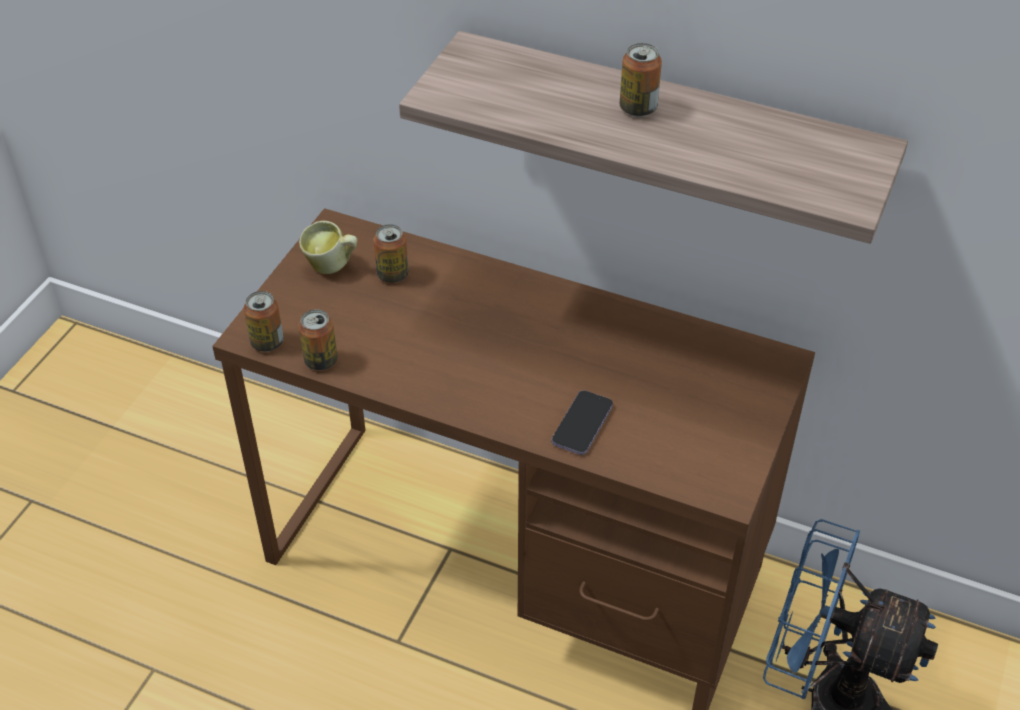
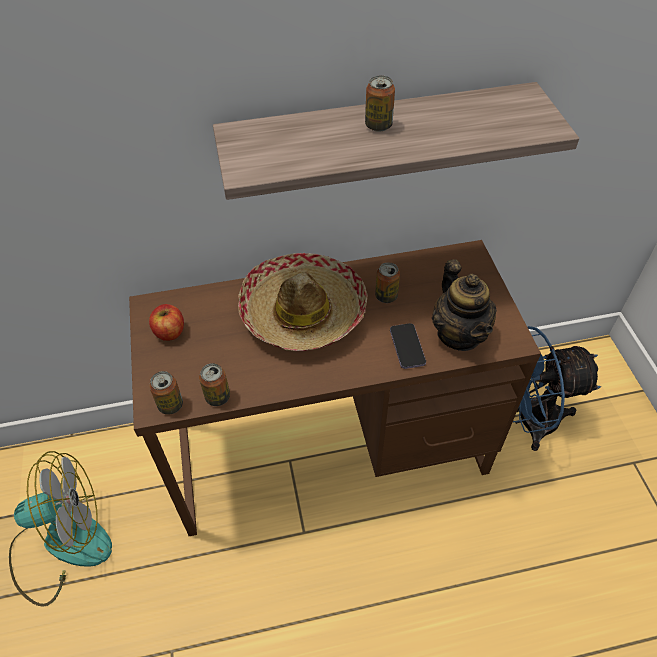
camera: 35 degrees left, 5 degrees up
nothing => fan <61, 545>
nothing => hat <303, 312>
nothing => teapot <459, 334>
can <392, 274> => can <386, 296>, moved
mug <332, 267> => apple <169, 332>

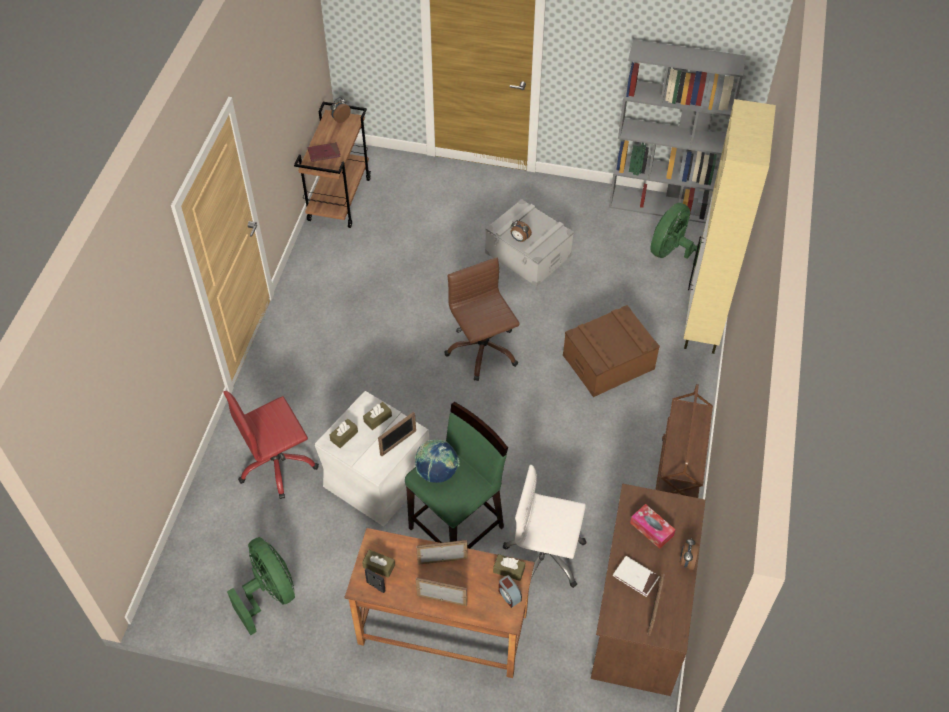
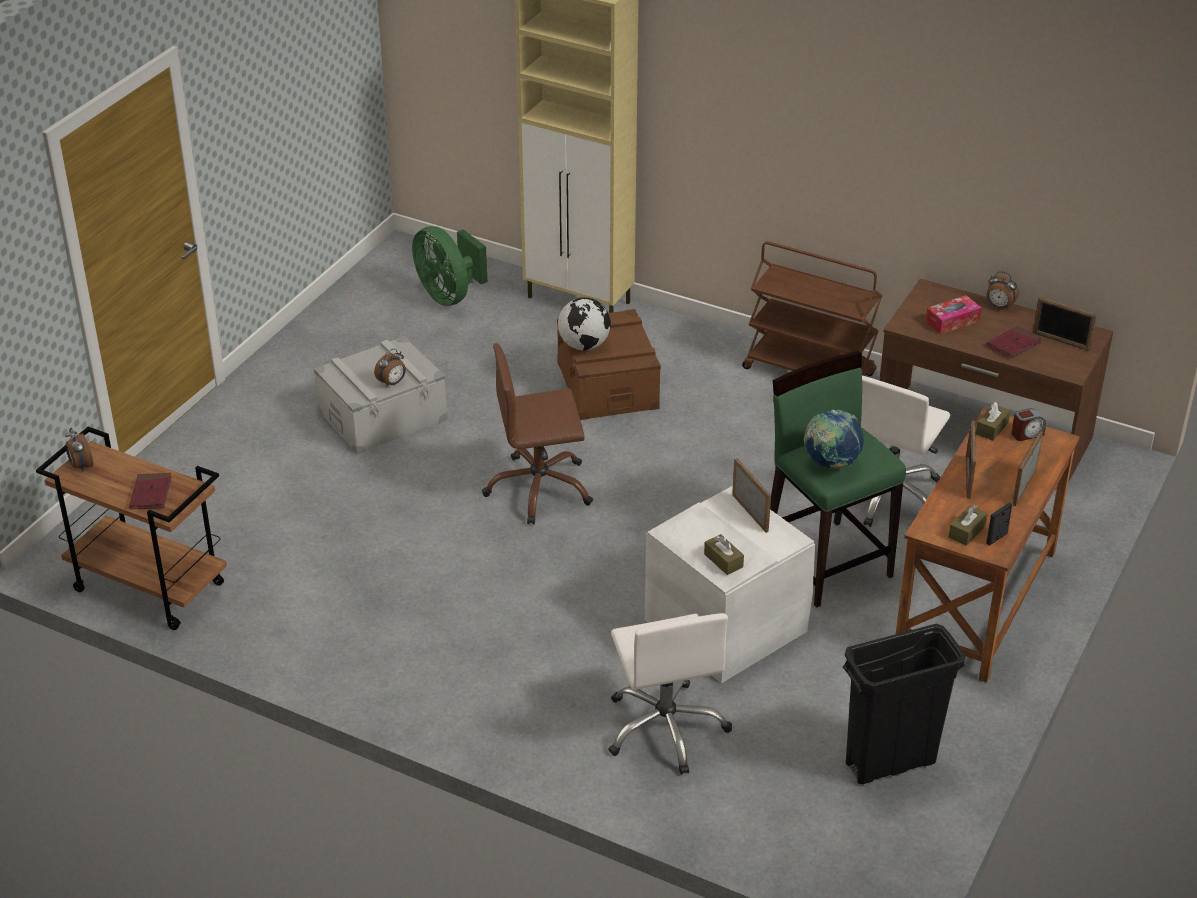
camera: 75 degrees left, 15 degrees down
tissue box (brown) <377, 419> => nothing
bookcase (grey) <660, 205> => nothing
nothing => globe <584, 345>
fan (green) <269, 593> => trash can (black) <890, 763>
office chair (red) <277, 464> => office chair (white) <666, 728>
book (white) <635, 577> => book (red) <1013, 344>

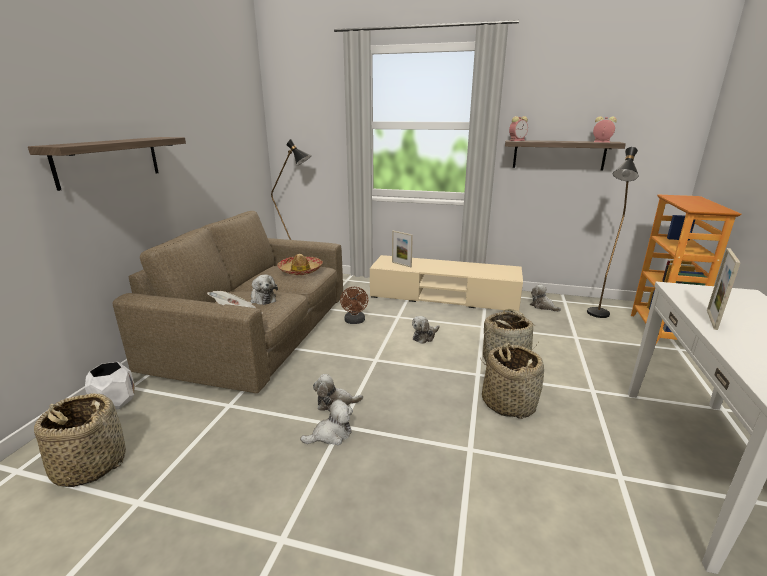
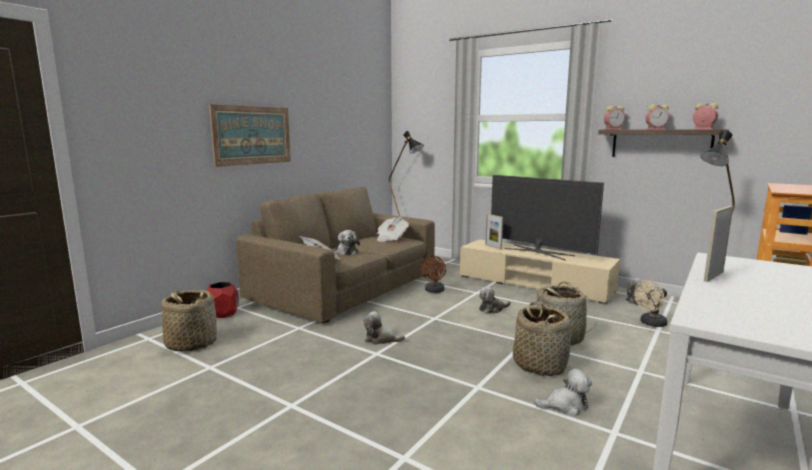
camera: 20 degrees right, 10 degrees down
nothing => television <538, 252>
nothing => fan (beige) <650, 323>
nothing => alarm clock <656, 129>
plush toy <331, 435> => plush toy <565, 405>, moved
shelf <109, 161> => picture <252, 135>
hat <300, 270> => newspaper <391, 238>
planter (white) <115, 402> => planter (red) <223, 314>

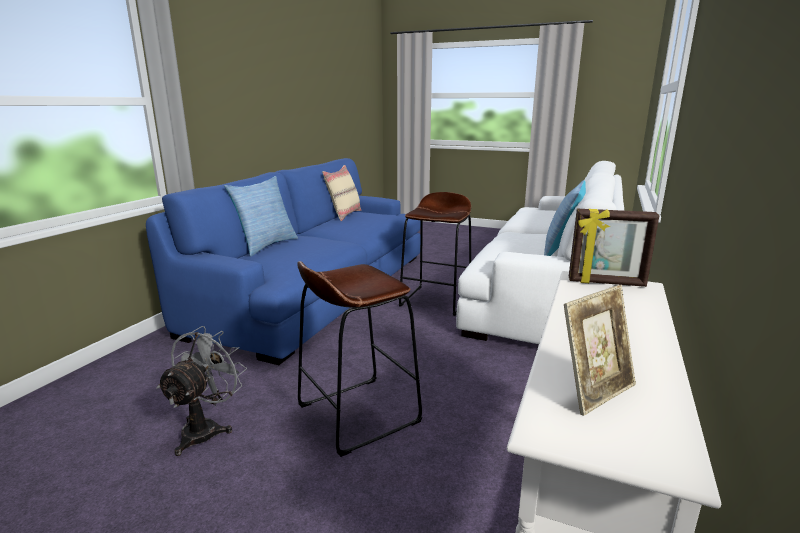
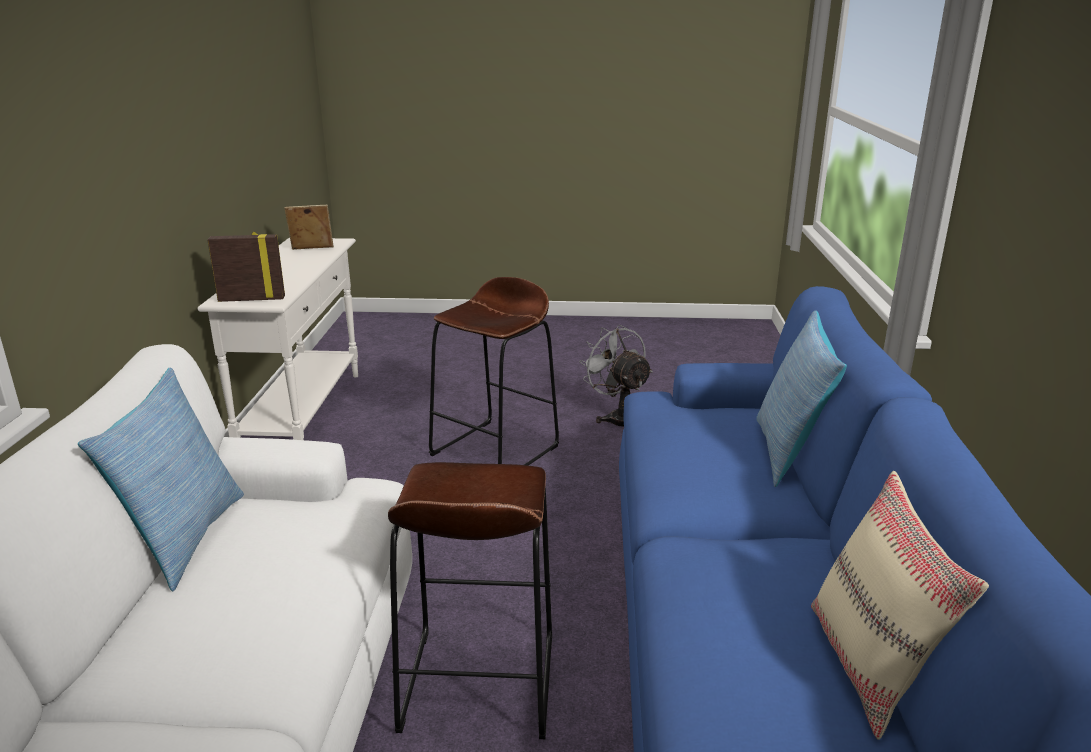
camera: 160 degrees right, 5 degrees up
fan (grey) <206, 429> => fan (grey) <618, 418>, 150 degrees clockwise
picture frame <595, 391> => picture frame <312, 250>, 45 degrees clockwise

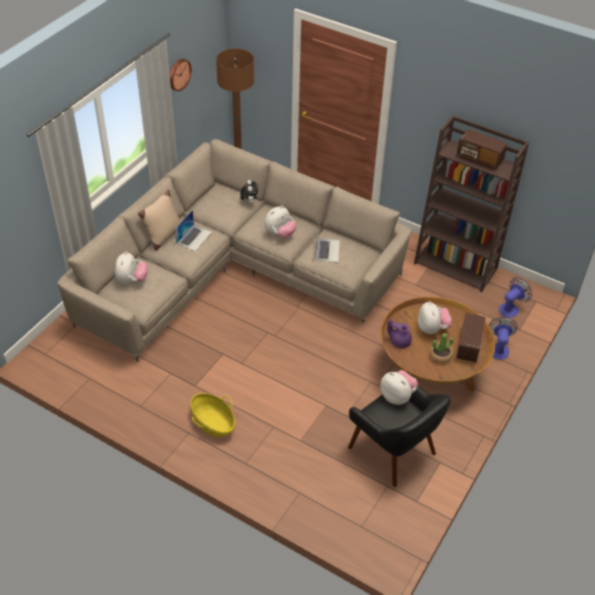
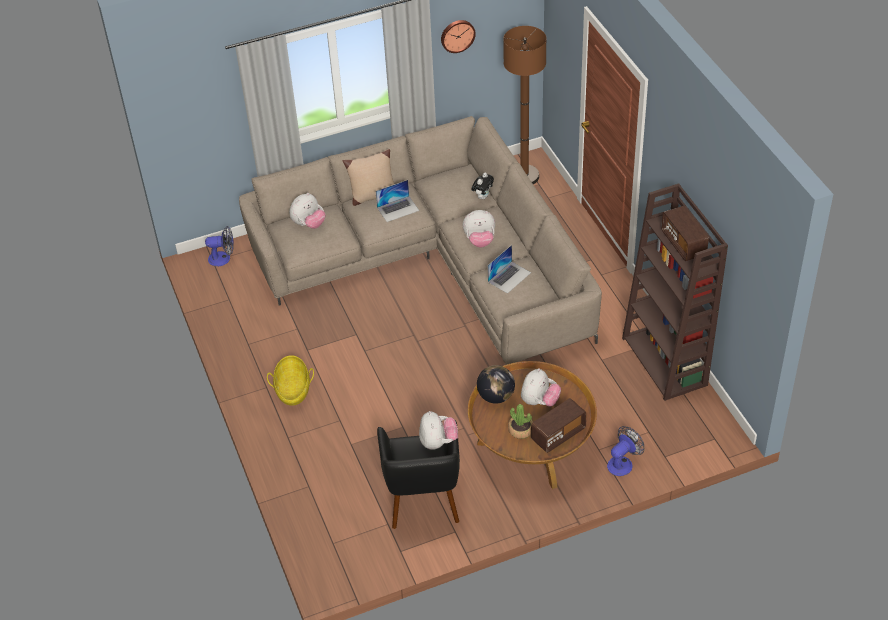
camera: 40 degrees right, 0 degrees up
fan <511, 308> => fan <223, 258>, moved
teapot (purple) <399, 341> => globe <496, 396>

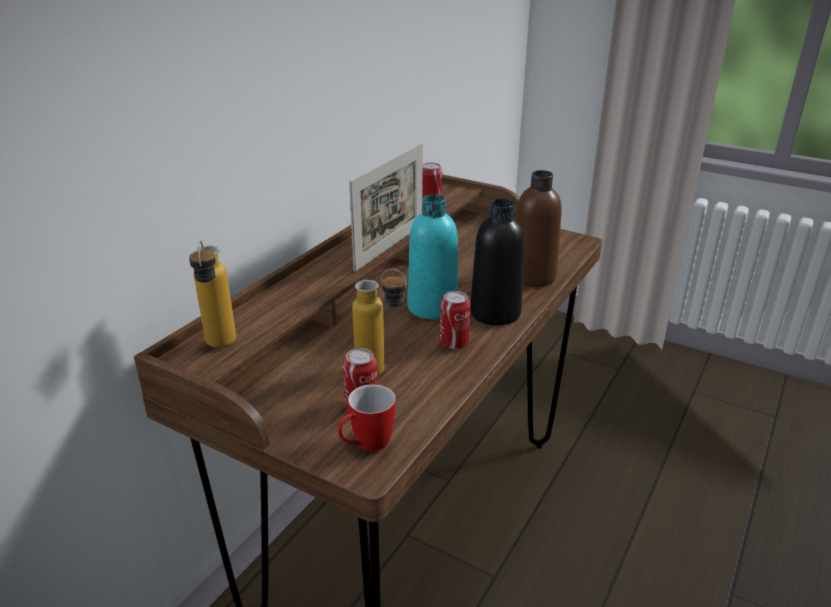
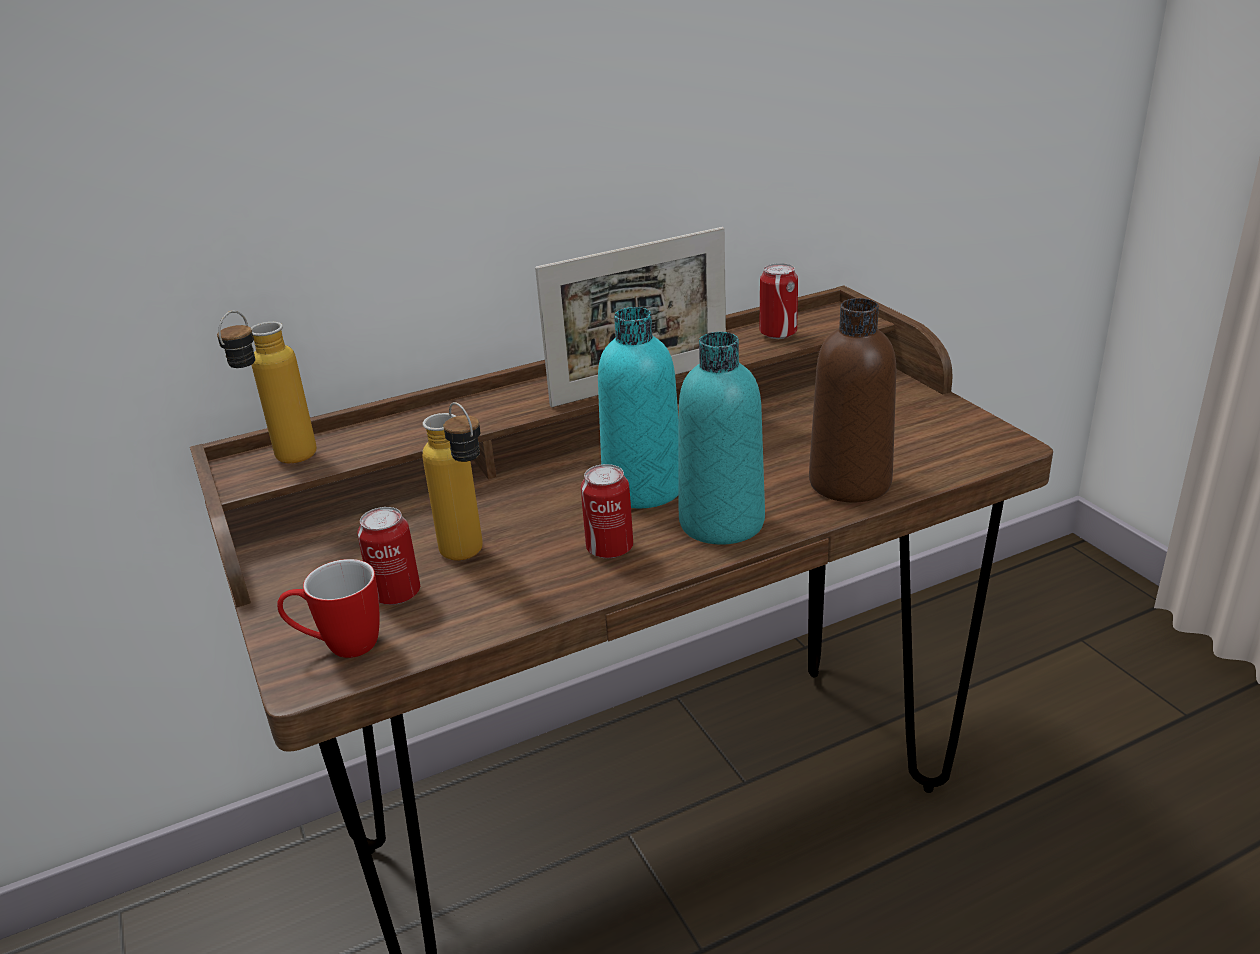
camera: 35 degrees right, 0 degrees up
bottle (black) <495, 313> => bottle (turquoise) <721, 522>

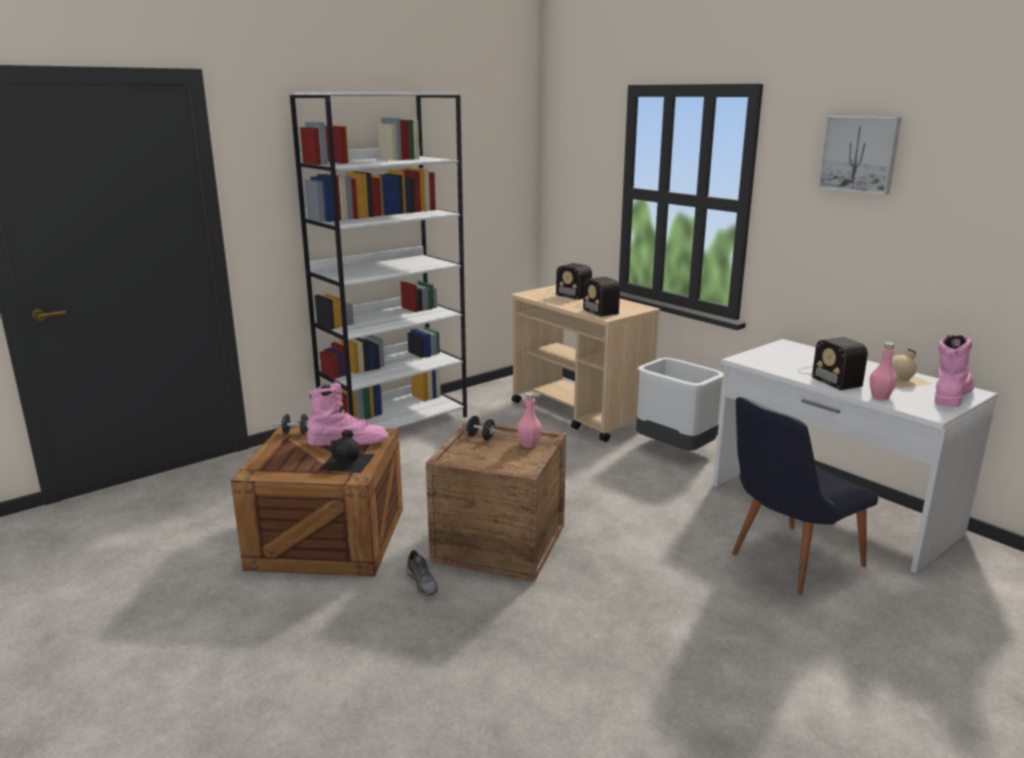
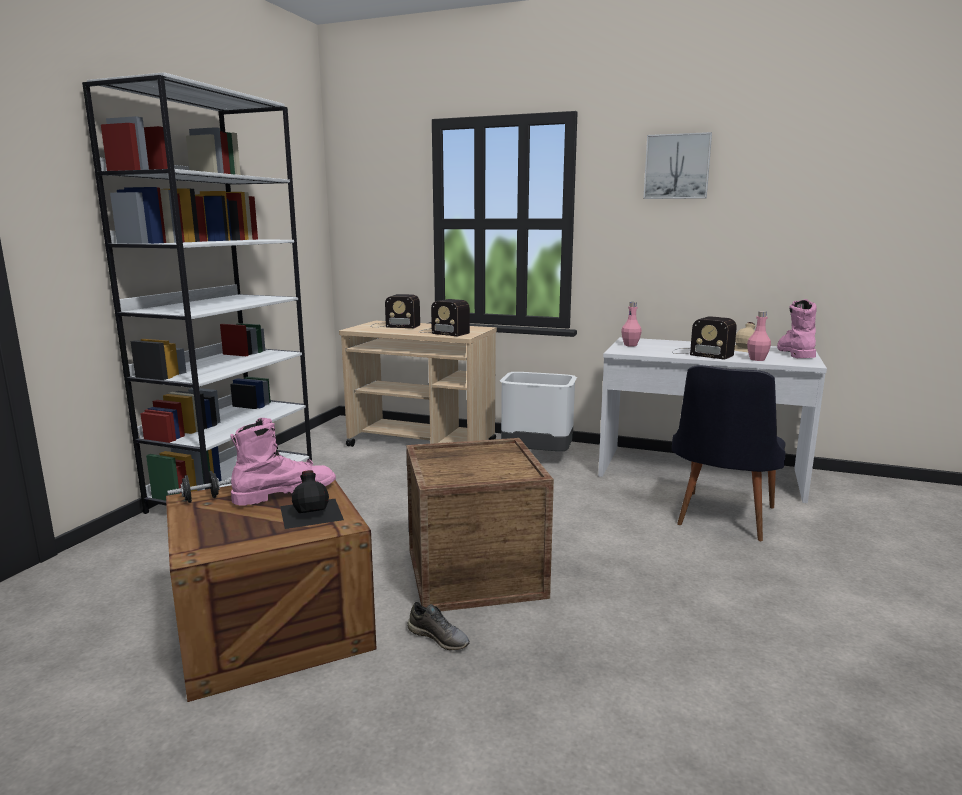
camera: 30 degrees left, 5 degrees down
dumbbell (black) <480, 437> => nothing
bottle (pink) <529, 444> => bottle (pink) <630, 345>, moved

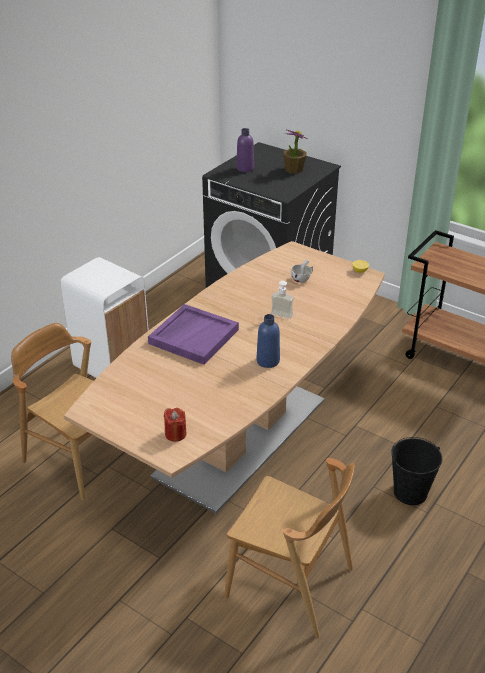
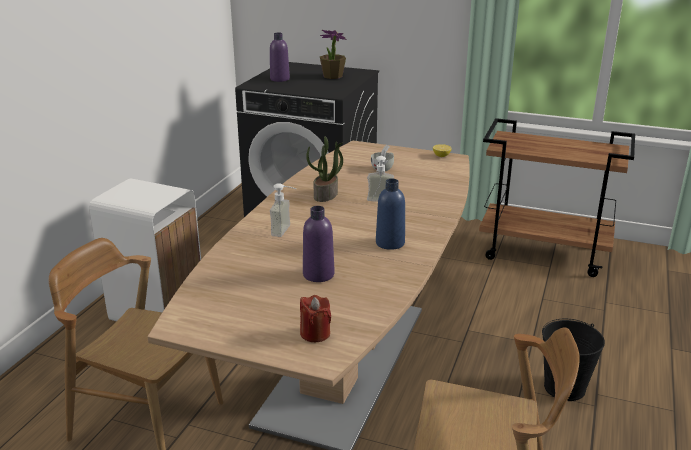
camera: 15 degrees left, 10 degrees down
nothing => bottle (purple) <318, 274>
nothing => potted plant <326, 195>
tray (purple) <193, 336> => soap dispenser <286, 231>

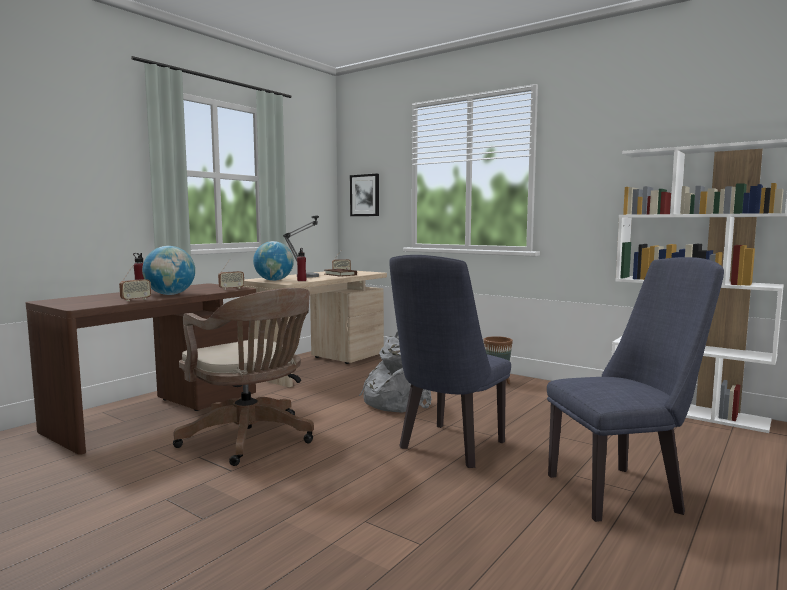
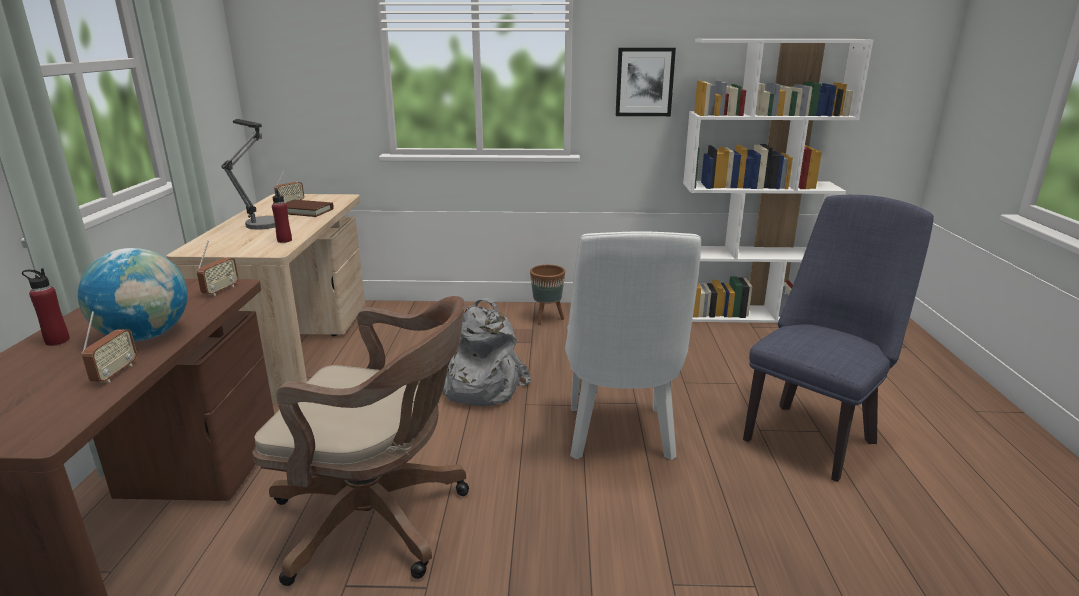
camera: 35 degrees left, 15 degrees up
globe <274, 280> => nothing
picture <365, 195> => picture <644, 82>, moved
chair (blue) <448, 448> => chair (white) <620, 439>

